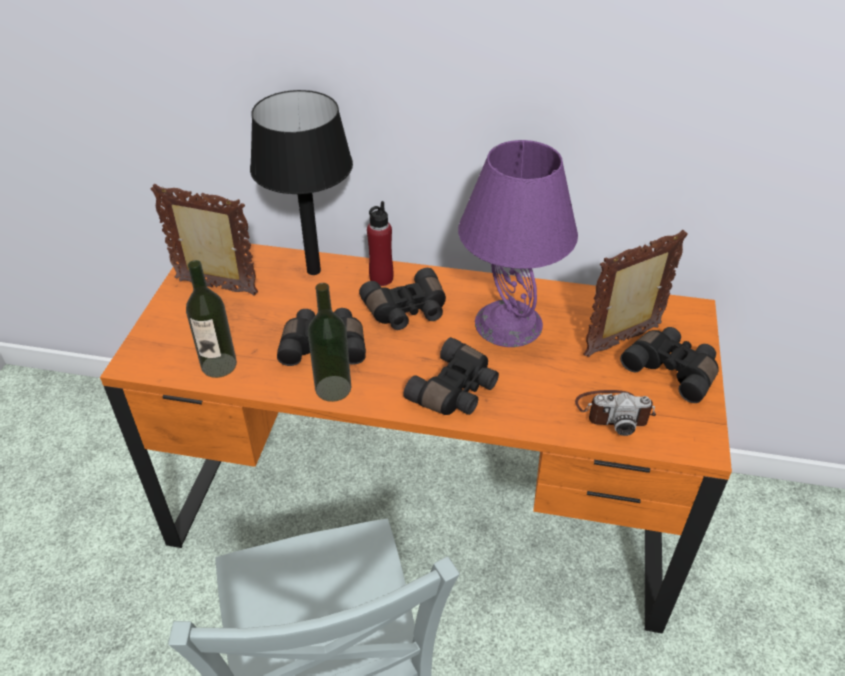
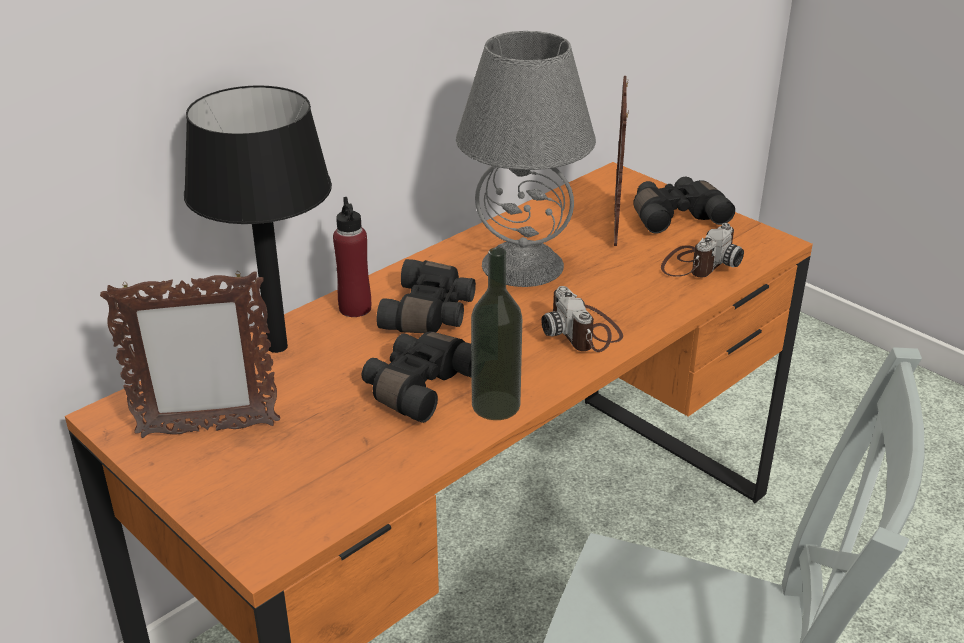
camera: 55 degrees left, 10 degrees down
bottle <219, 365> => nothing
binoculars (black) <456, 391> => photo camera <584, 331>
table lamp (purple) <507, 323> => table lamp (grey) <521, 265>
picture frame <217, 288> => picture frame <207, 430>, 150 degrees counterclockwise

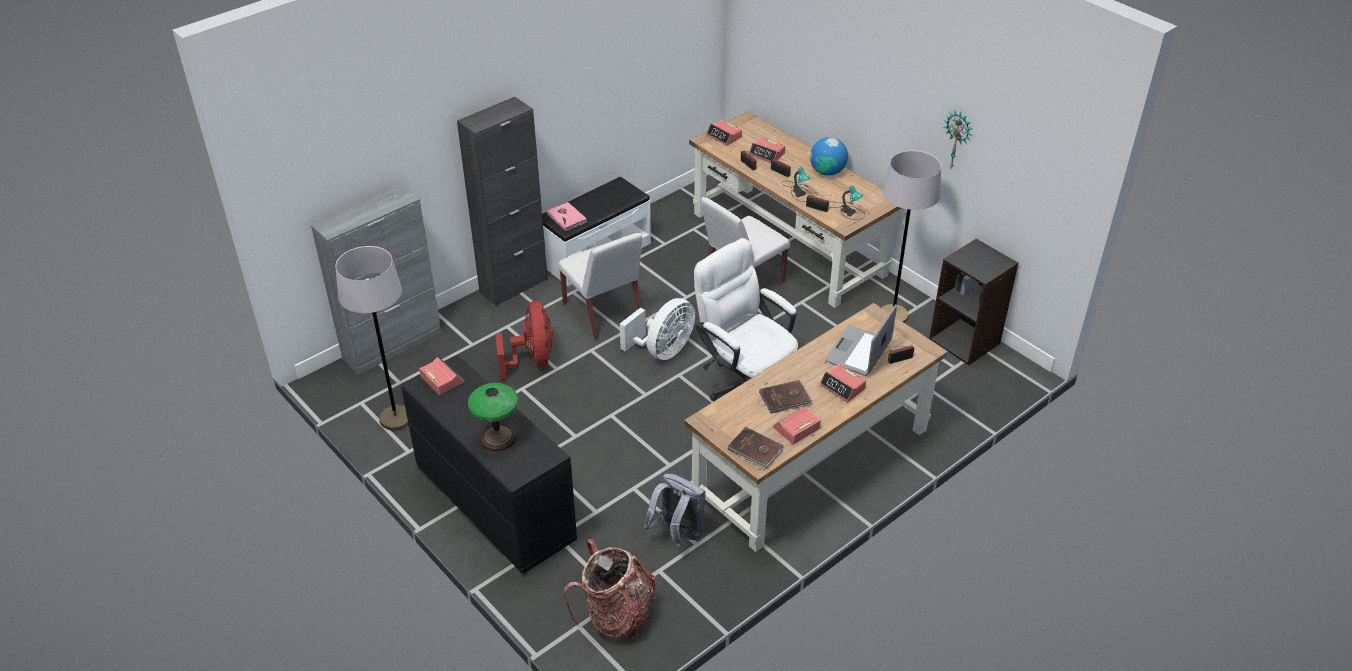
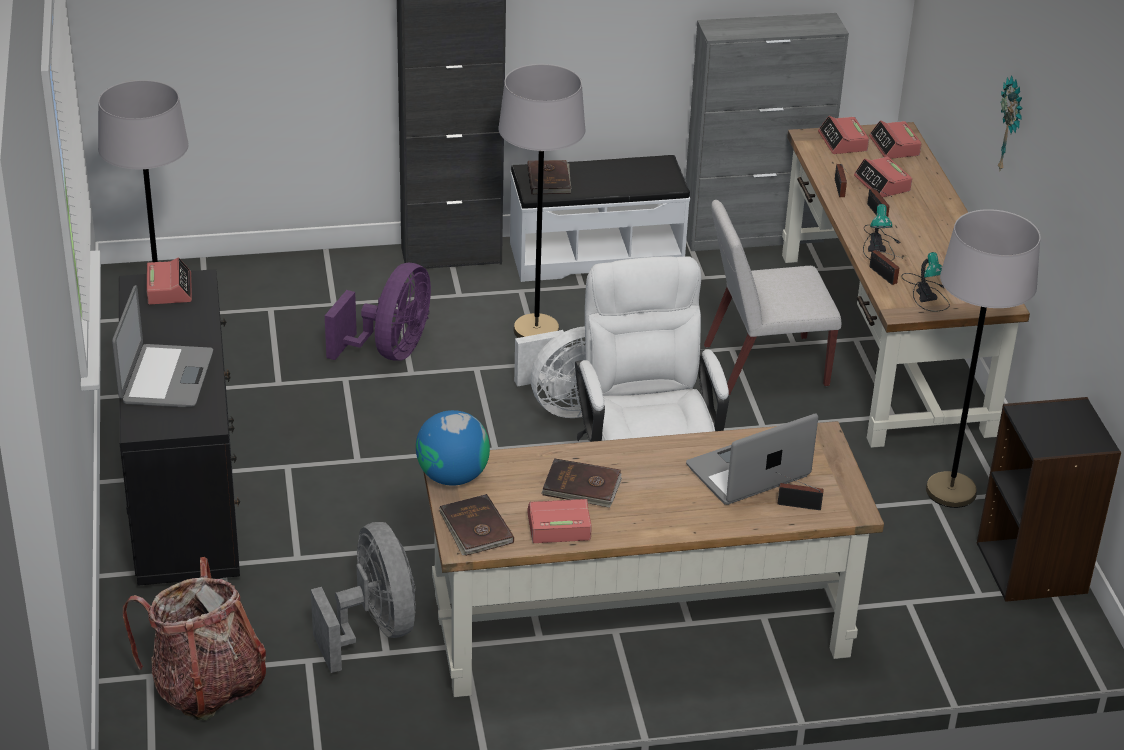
camera: 30 degrees right, 5 degrees down
cabinet (grey) <393, 345> => cabinet (grey) <753, 235>, moved
globe <827, 172> => globe <452, 476>, moved
alarm clock <842, 387> => alarm clock <894, 147>, moved
wall clock <957, 139> => wall clock <1012, 125>, moved
table lamp <497, 438> => laptop <166, 377>
chair (white) <603, 313> => floor lamp (grey) <536, 330>
backpack (grey) <677, 534> => fan (grey) <373, 629>
fan (red) <532, 360> => fan (purple) <390, 351>
book (pink) <567, 217> => book (brown) <550, 179>

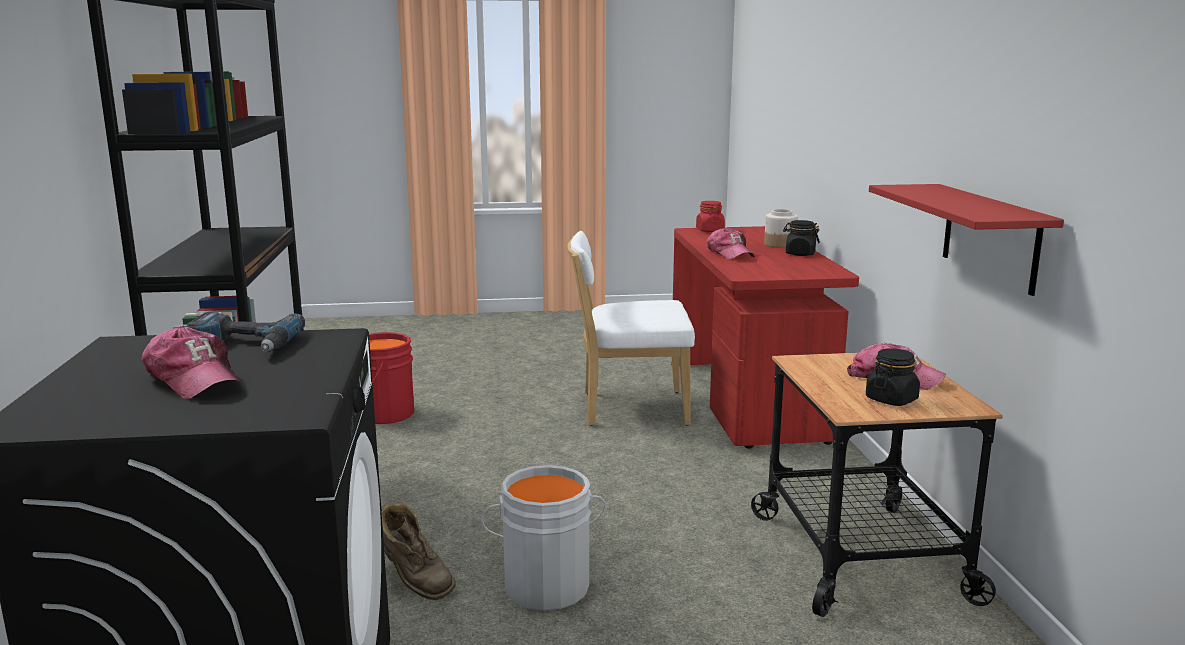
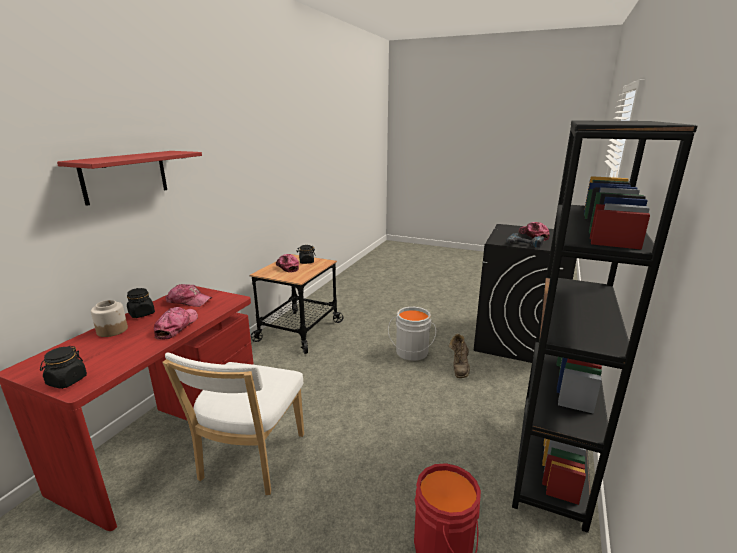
camera: 150 degrees left, 5 degrees up
nothing => cap <188, 301>
shelf (red) <990, 237> => shelf (red) <125, 176>, moved
jar (red) <709, 230> => jar (black) <67, 381>
boot (brown) <415, 582> => boot (brown) <459, 368>, 150 degrees counterclockwise
chair (white) <628, 408> => chair (white) <250, 460>, 75 degrees clockwise

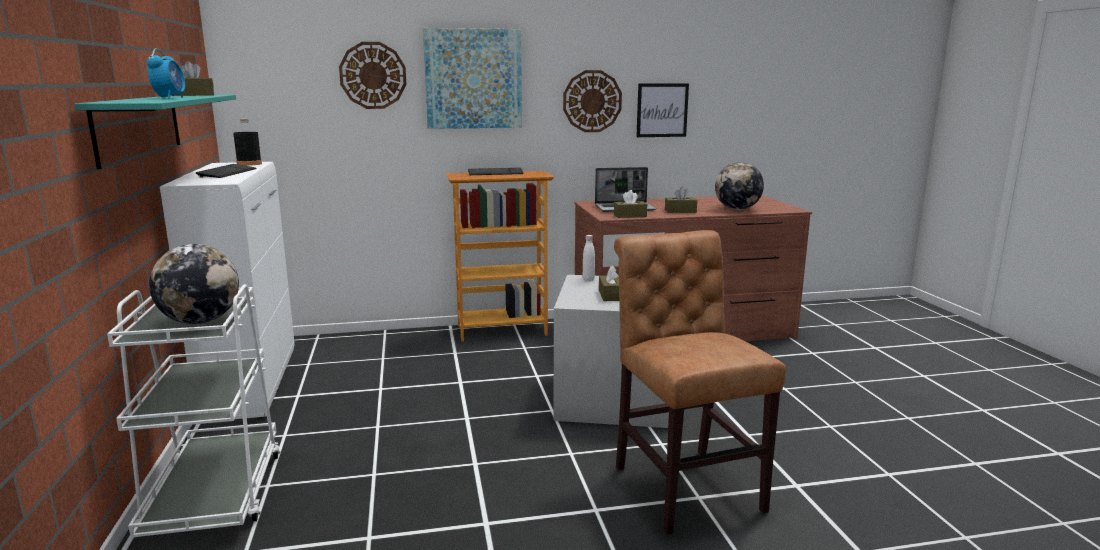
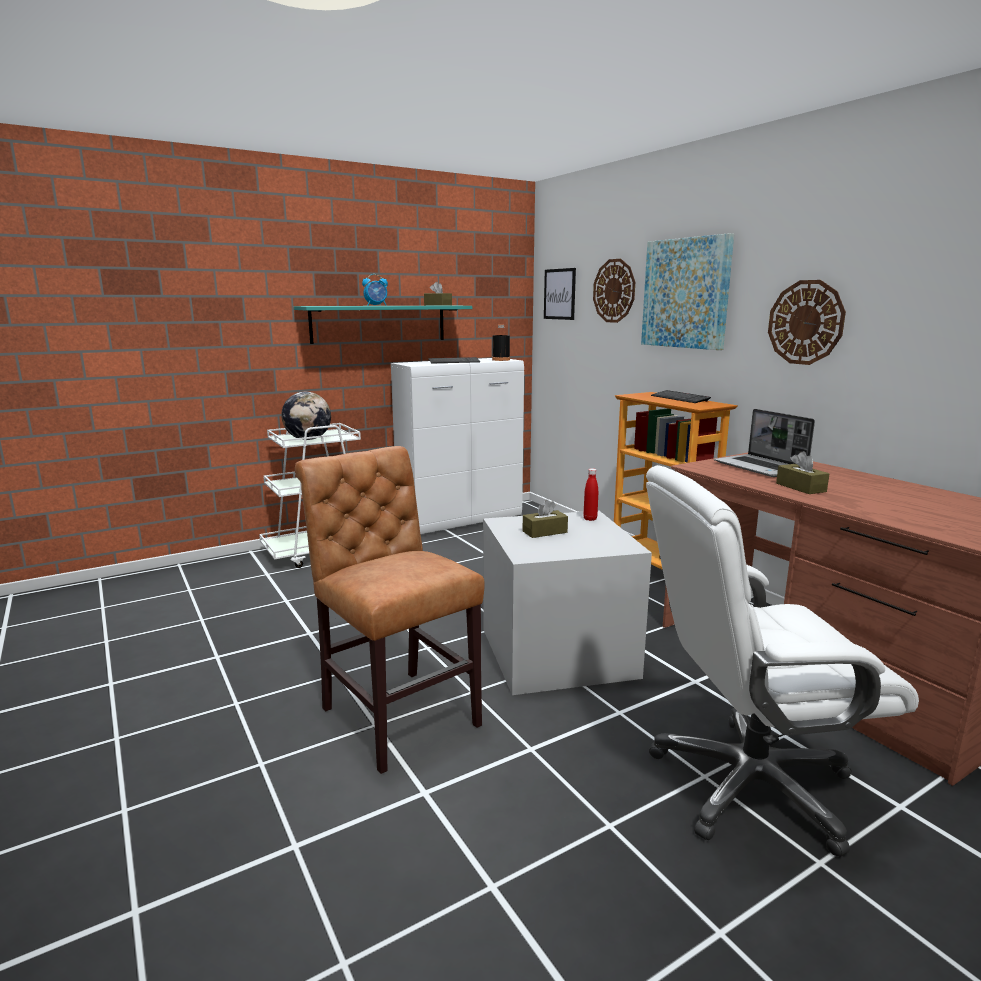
camera: 70 degrees right, 0 degrees up
tissue box (brown) <630, 216> => nothing
globe <737, 209> => nothing
nothing => office chair (white) <749, 785>
picture <662, 110> => picture <559, 294>, moved
bottle (white) <588, 279> => bottle (red) <590, 519>
chair (brown) <683, 484> => chair (brown) <395, 713>, 90 degrees counterclockwise

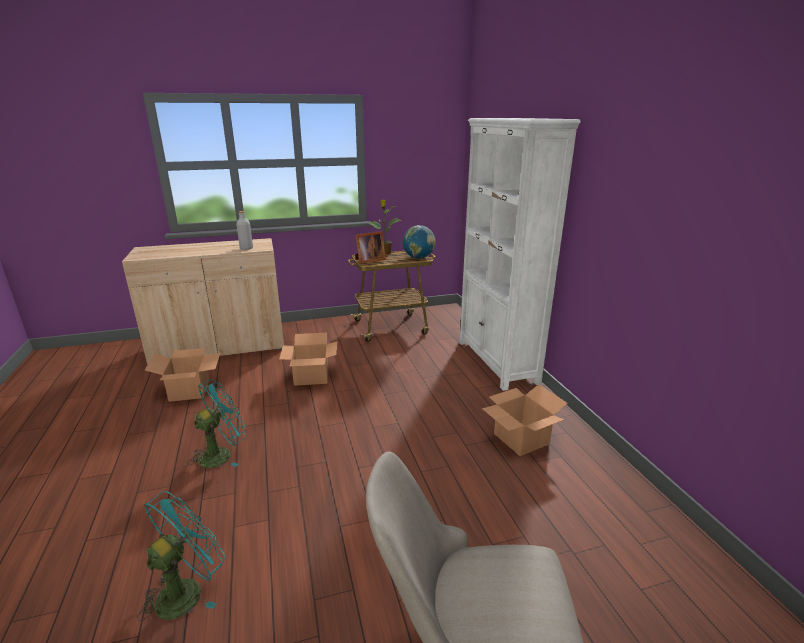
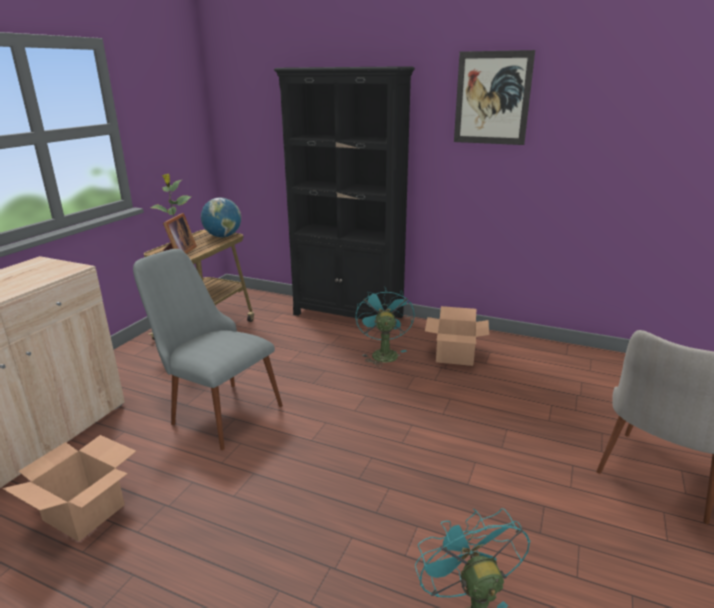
camera: 50 degrees left, 0 degrees up
bottle (grey) <246, 248> => nothing
nothing => picture <492, 98>
fan (turquoise) <221, 454> => fan (turquoise) <383, 353>, moved
cardboard box <312, 376> => chair (grey) <215, 408>
bookcase (white) <497, 362> => bookcase (black) <348, 315>

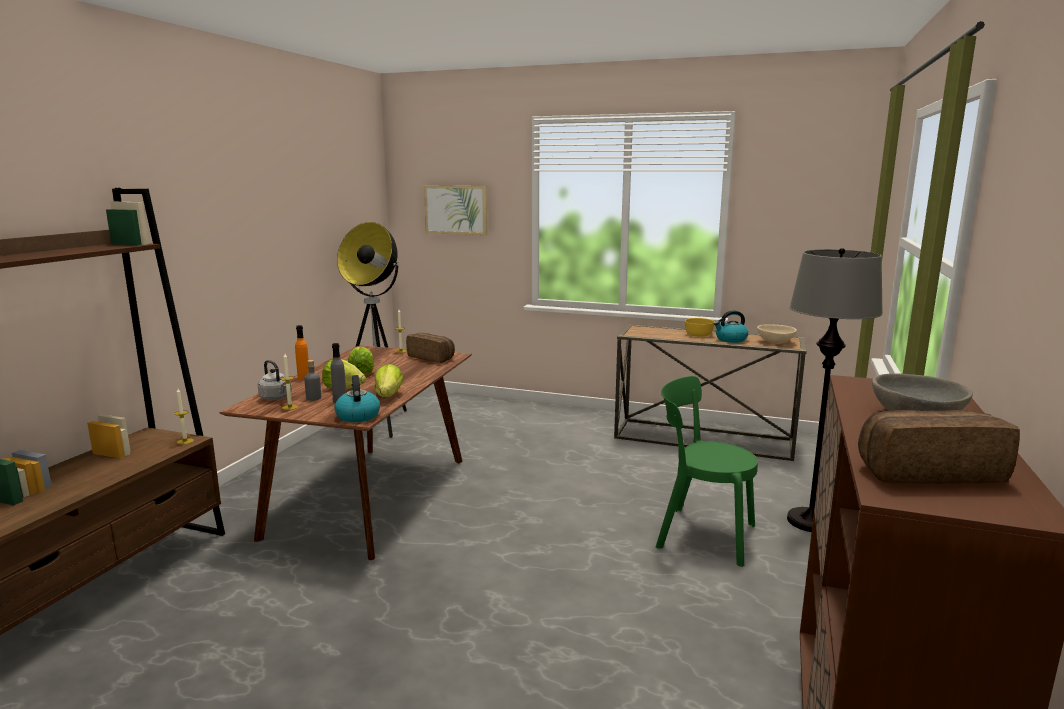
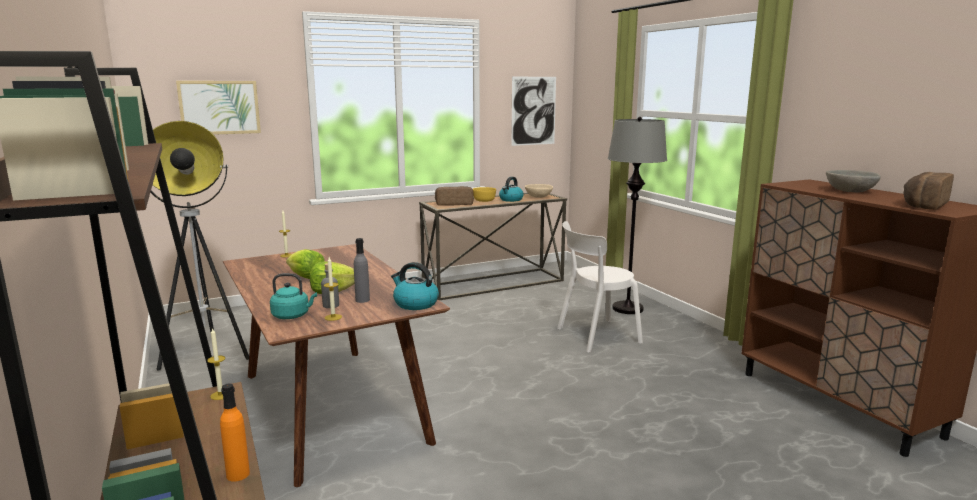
camera: 45 degrees left, 0 degrees up
lettuce <388, 396> => nothing
nothing => picture <533, 111>
bottle (orange) <304, 378> => bottle (orange) <238, 474>, moved
bread <432, 357> => bread <454, 204>, moved
kettle (grey) <276, 398> => kettle (turquoise) <292, 316>
chair (green) <700, 534> => chair (white) <595, 336>

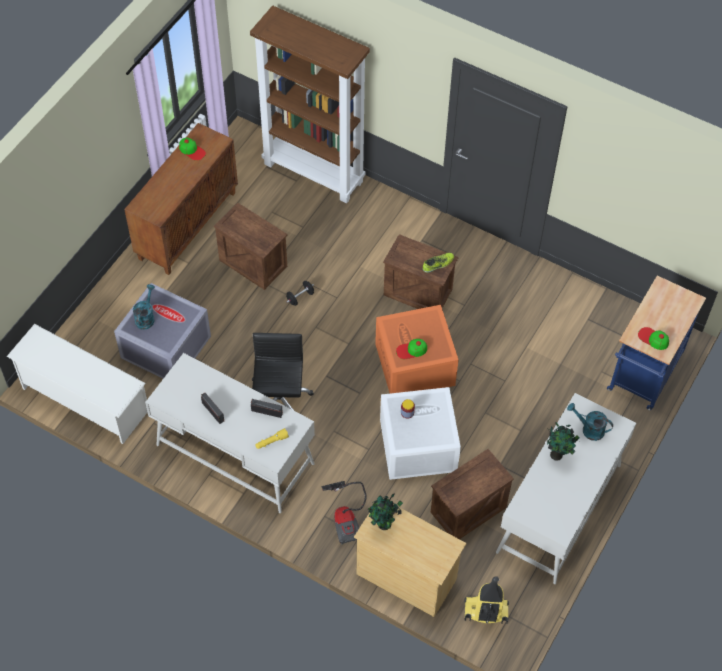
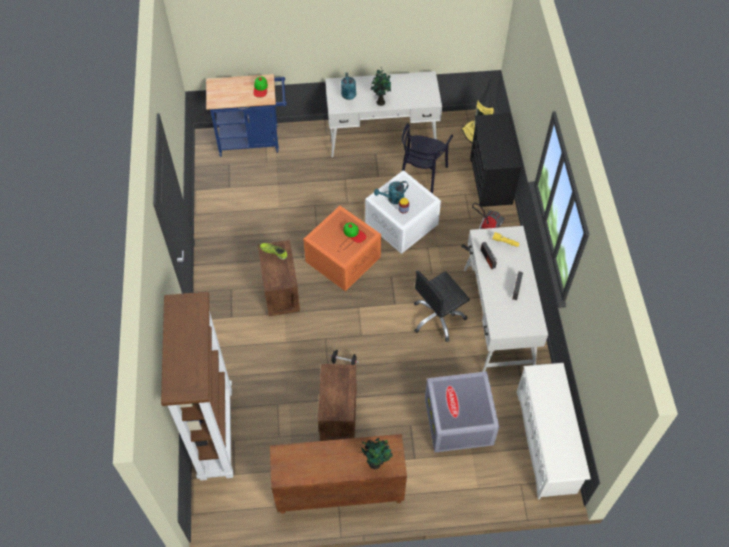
camera: 125 degrees left, 0 degrees up
cap <192, 150> => nothing
watering can (turquoise) <146, 317> => watering can (turquoise) <392, 199>, moved
potted plant <384, 525> => potted plant <375, 463>, moved
crate <468, 509> => chair (black) <421, 176>
dresser (beige) <406, 576> => dresser (black) <490, 181>

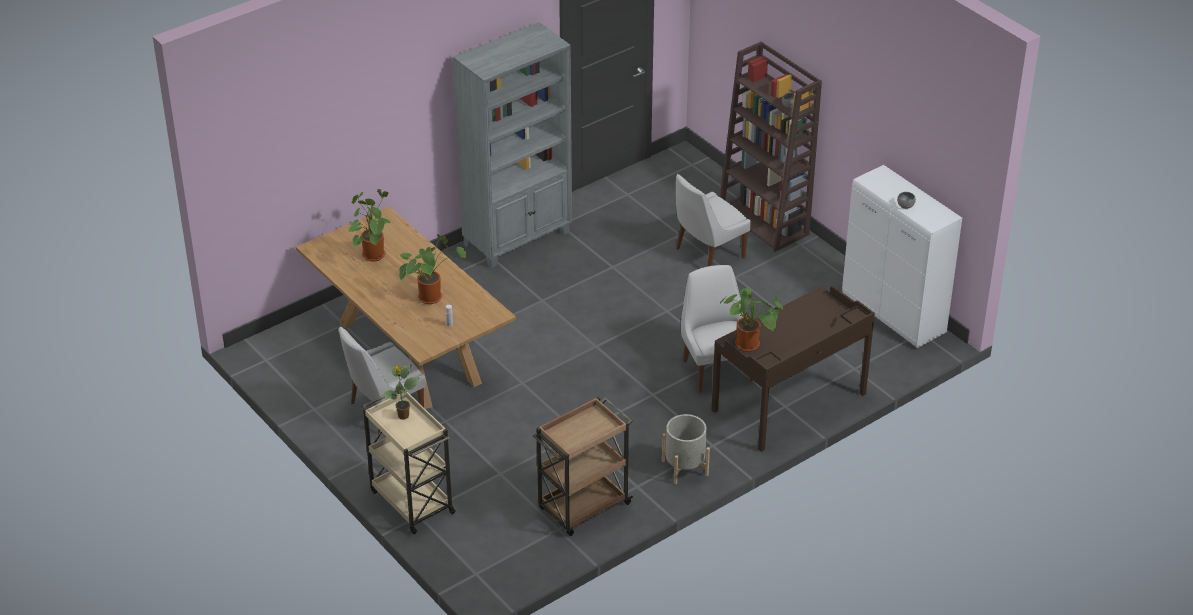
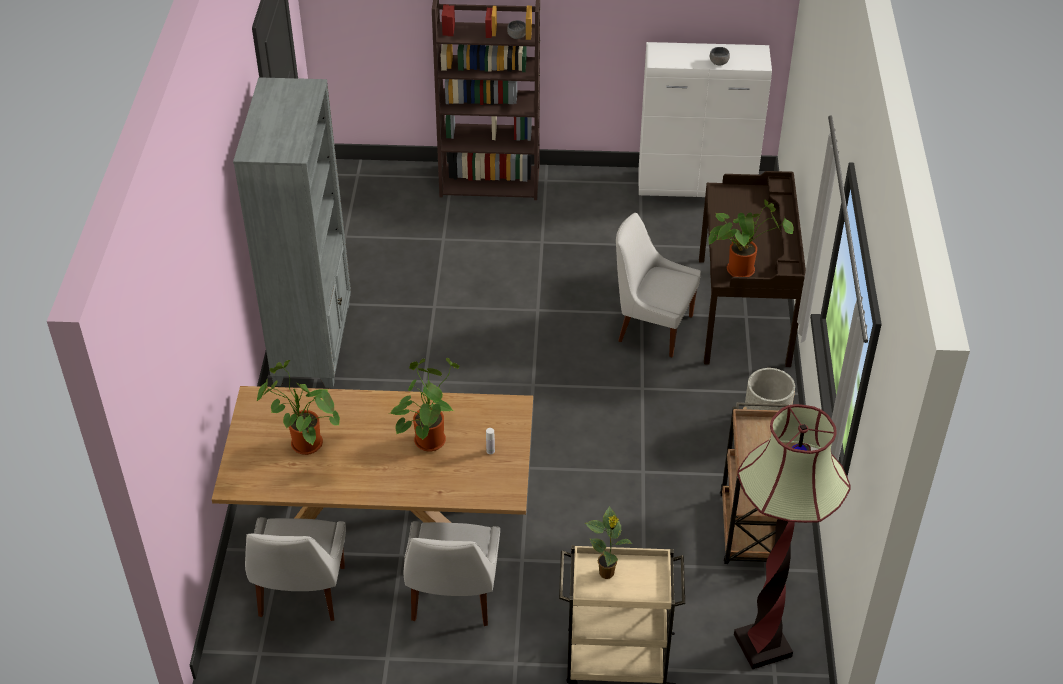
camera: 50 degrees left, 5 degrees up
nothing => floor lamp <762, 645>
chair (white) <707, 254> => chair (white) <301, 594>, moved

